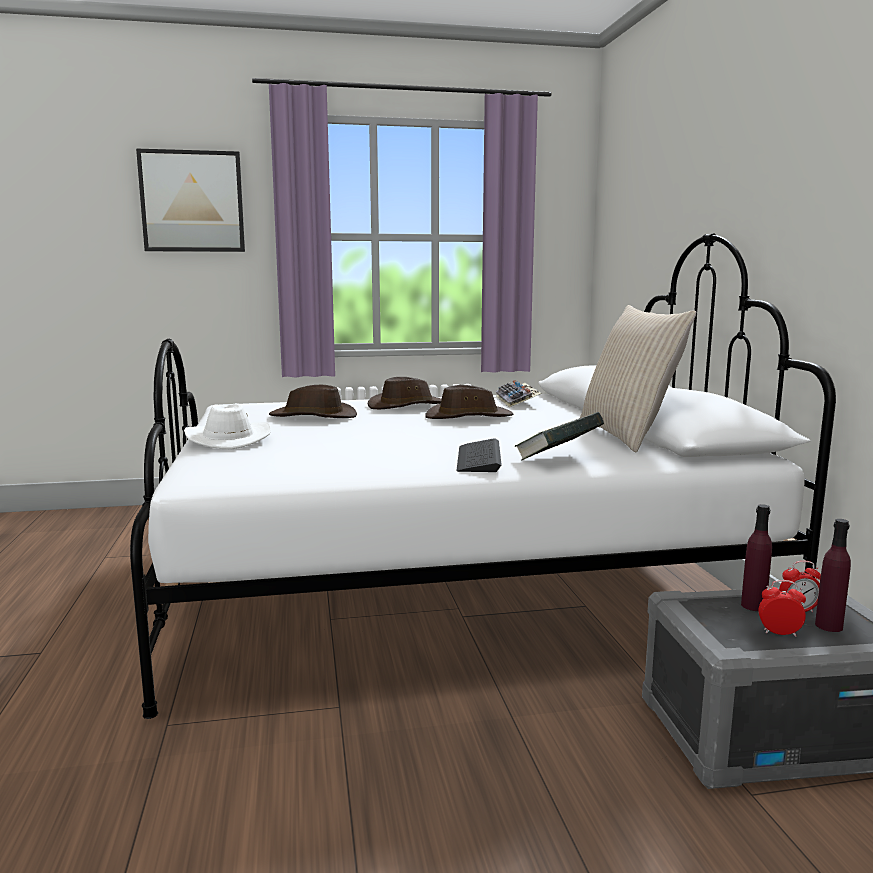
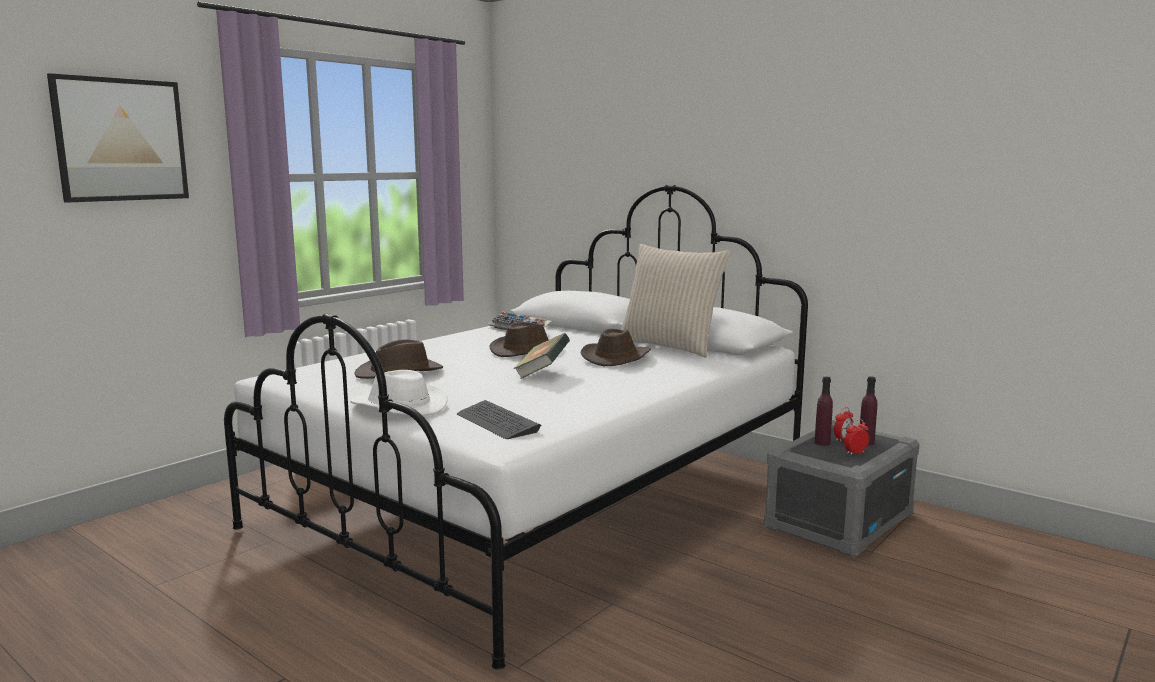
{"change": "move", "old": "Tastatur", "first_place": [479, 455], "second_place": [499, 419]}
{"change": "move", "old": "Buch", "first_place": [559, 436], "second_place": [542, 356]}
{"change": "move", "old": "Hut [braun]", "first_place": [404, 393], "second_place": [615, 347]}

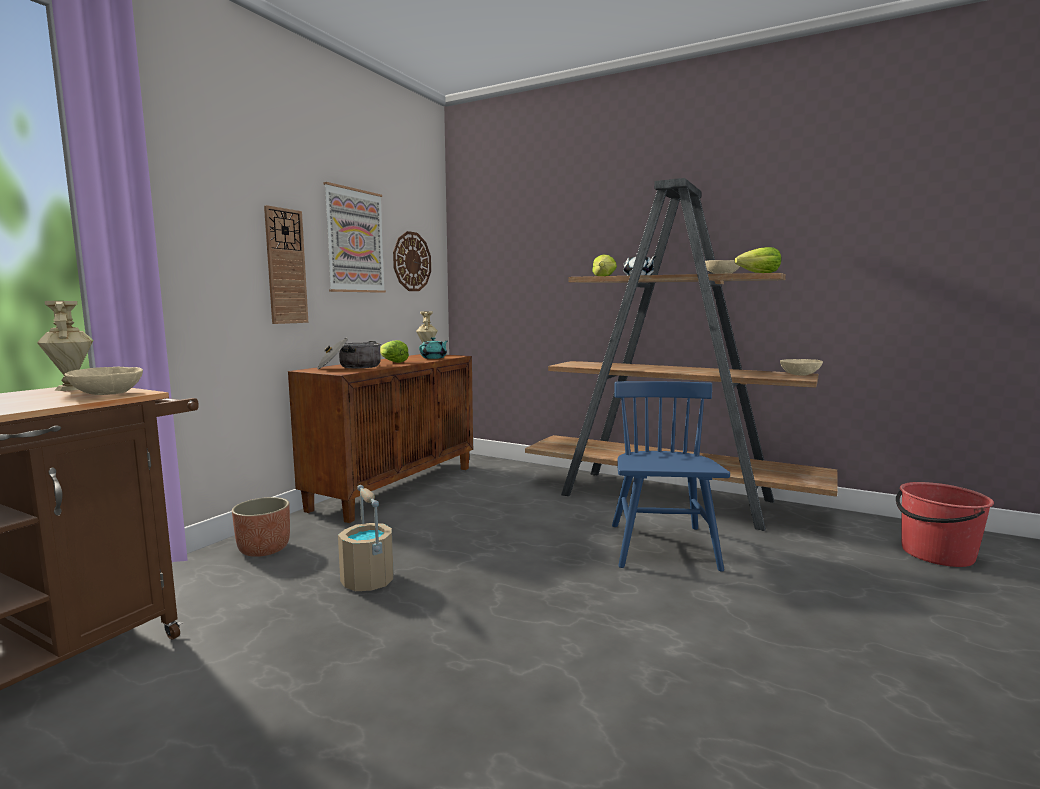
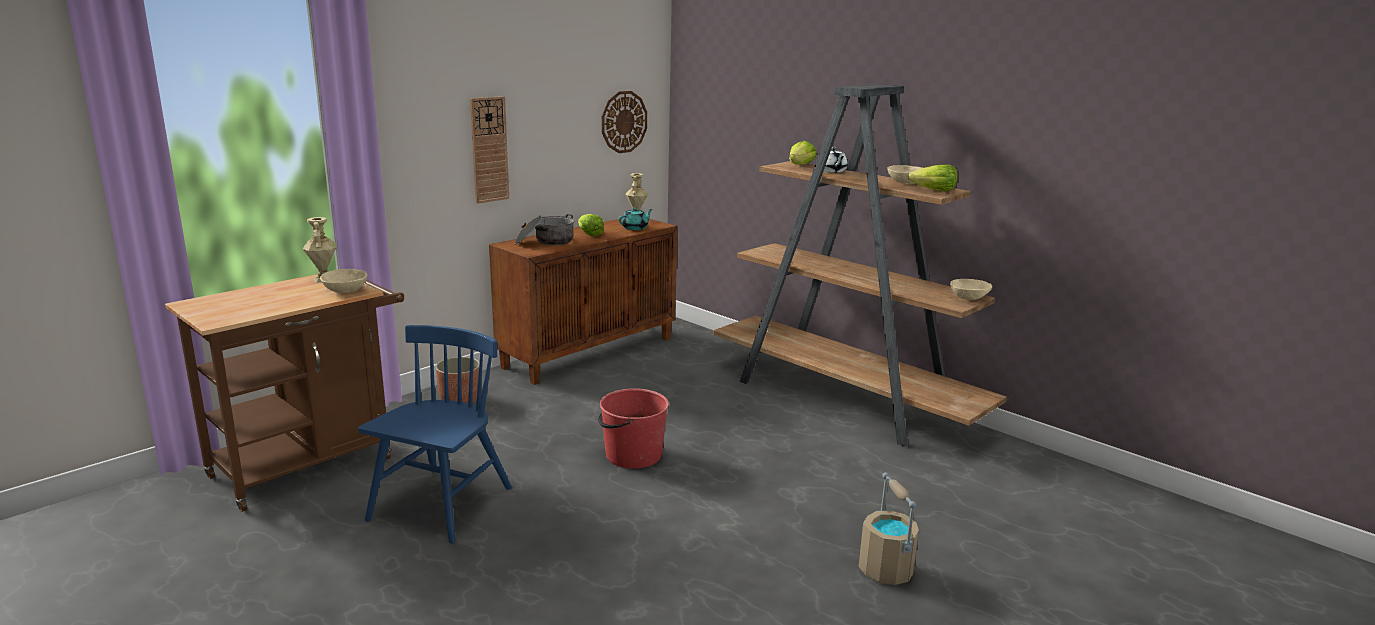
{"change": "move", "old": "Stuhl [blau]", "first_place": [671, 476], "second_place": [435, 434]}
{"change": "move", "old": "Eimer [rot]", "first_place": [945, 524], "second_place": [633, 428]}
{"change": "move", "old": "Eimer [beige]", "first_place": [366, 538], "second_place": [889, 528]}
{"change": "delete", "old": "Bild", "first_place": [354, 237]}

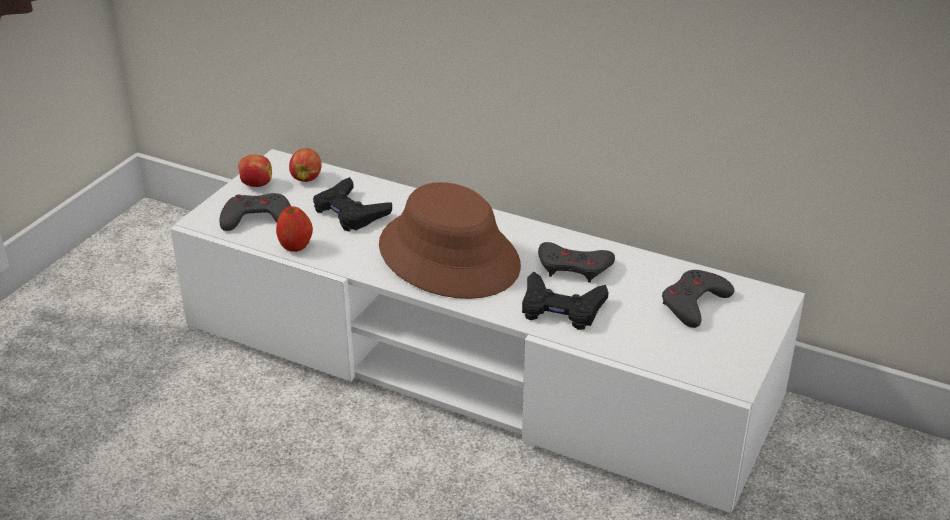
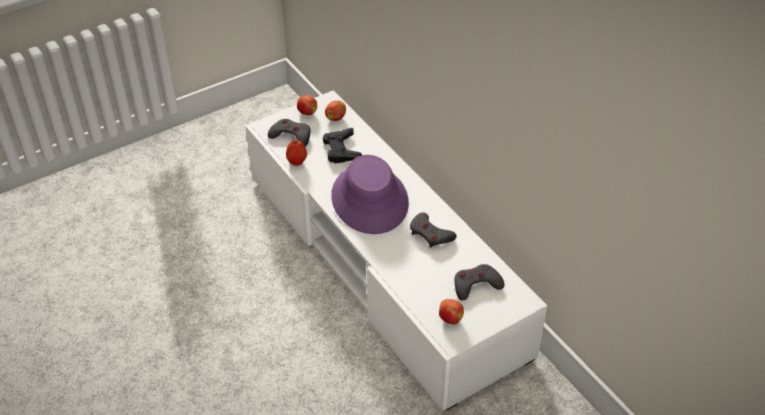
{"change": "recolor", "old": "Hut [braun]", "new": "Hut [lila]", "first_place": [450, 240], "second_place": [370, 194]}
{"change": "insert", "new": "Apfel", "second_place": [451, 311]}
{"change": "delete", "old": "Gamepad [schwarz]", "first_place": [565, 301]}

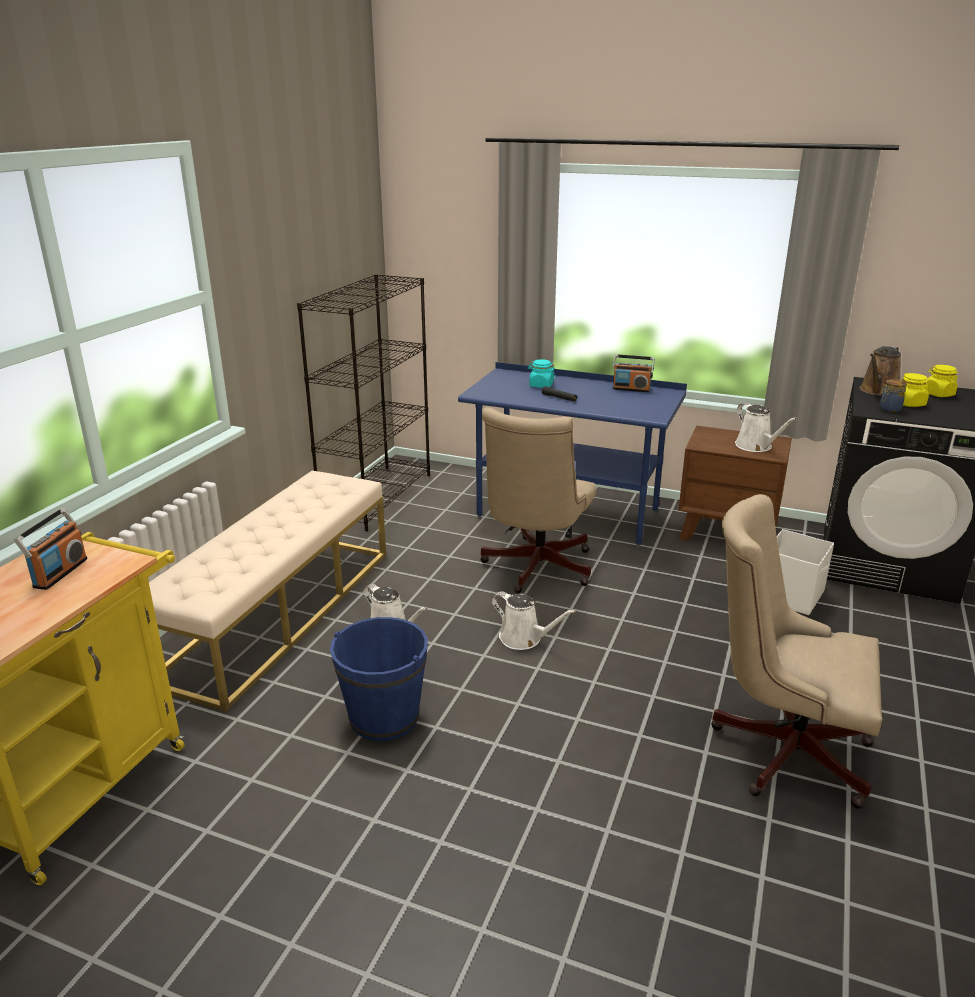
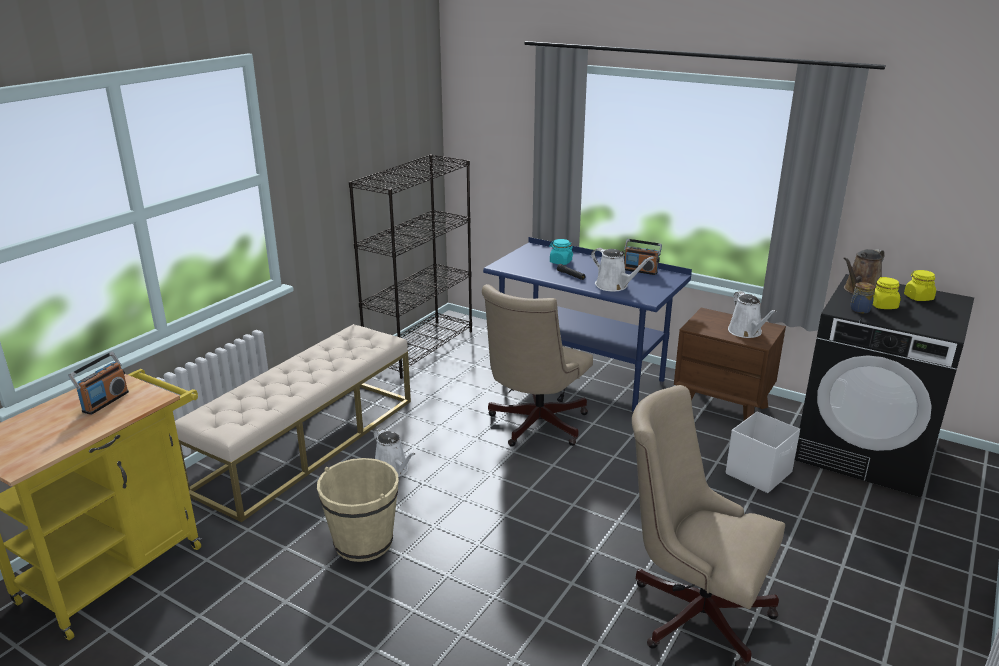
{"change": "recolor", "old": "Eimer [blau]", "new": "Eimer [beige]", "first_place": [379, 679], "second_place": [358, 510]}
{"change": "move", "old": "Gießkanne [weiß]", "first_place": [534, 620], "second_place": [622, 269]}

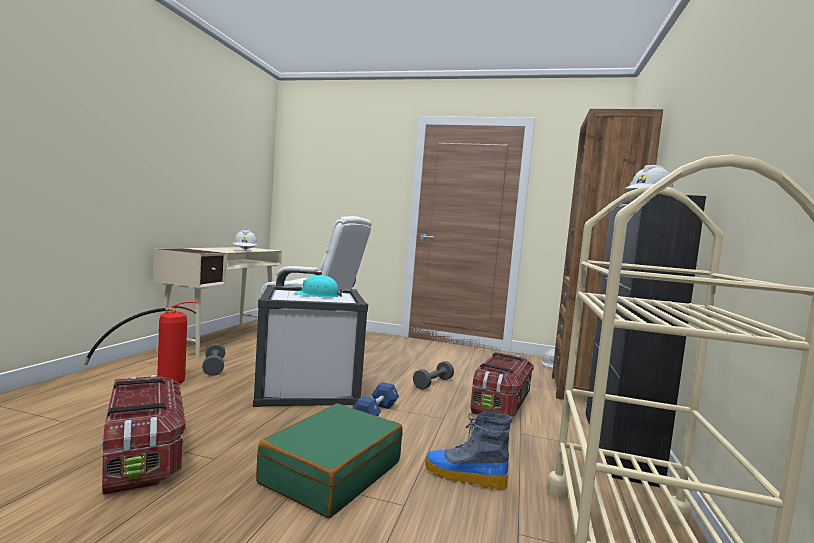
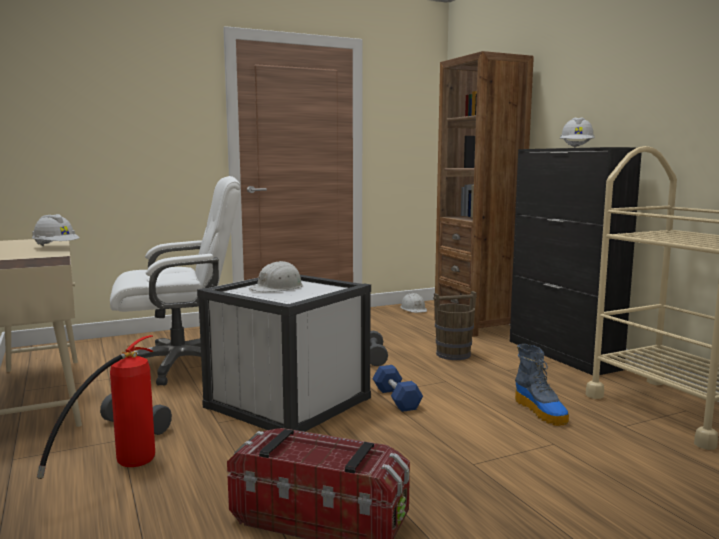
{"change": "recolor", "old": "Schutzhelm [türkis]", "new": "Schutzhelm [weiß]", "first_place": [319, 286], "second_place": [276, 276]}
{"change": "replace", "old": "Aufbewahrungsbox", "new": "Eimer [braun]", "first_place": [502, 384], "second_place": [455, 325]}
{"change": "rotate", "old": "Stiefel", "first_place": [468, 450], "second_place": [542, 385], "degrees": -90}
{"change": "delete", "old": "Koffer [grün]", "first_place": [329, 461]}

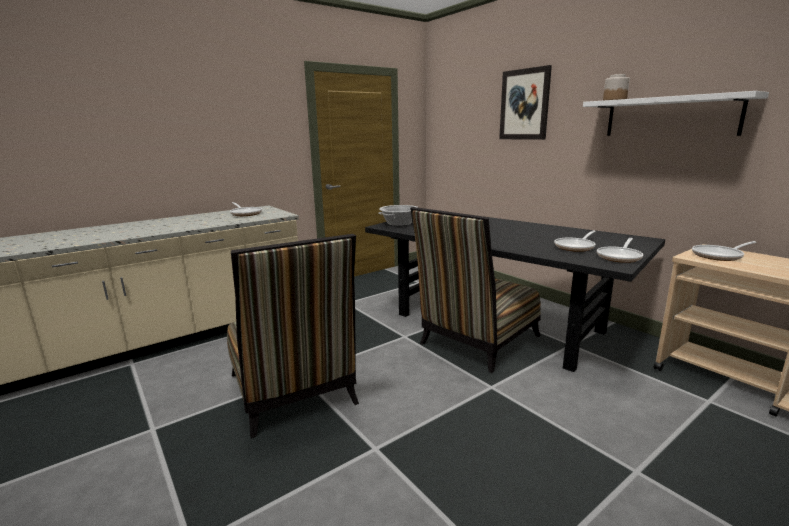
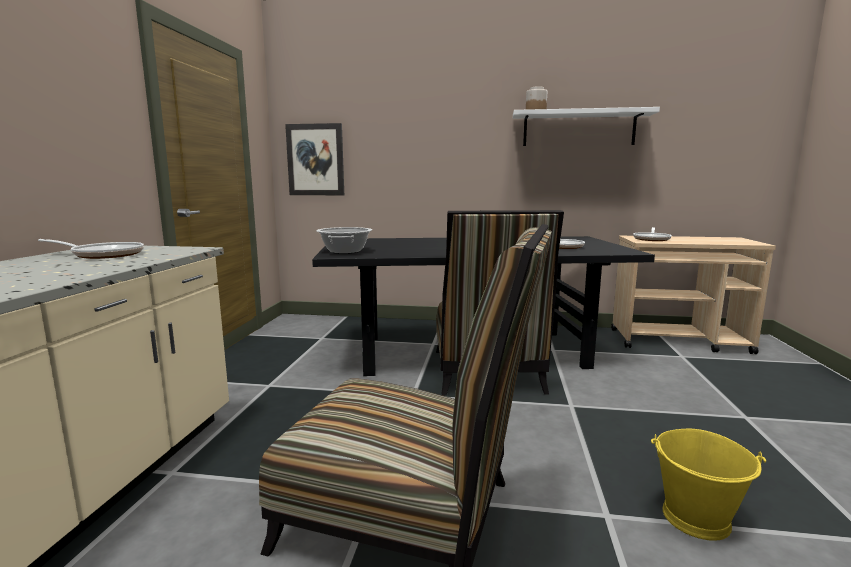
{"change": "move", "old": "Bild", "first_place": [525, 102], "second_place": [314, 159]}
{"change": "insert", "new": "Eimer [gelb]", "second_place": [708, 484]}
{"change": "delete", "old": "Pfanne", "first_place": [620, 250]}

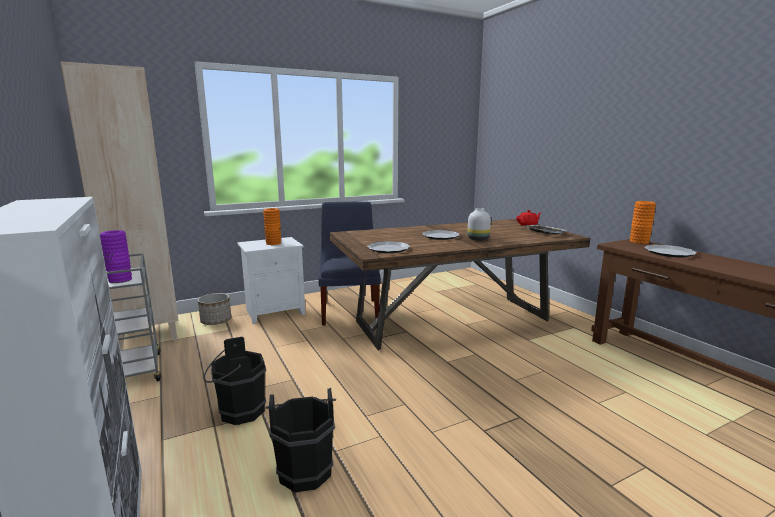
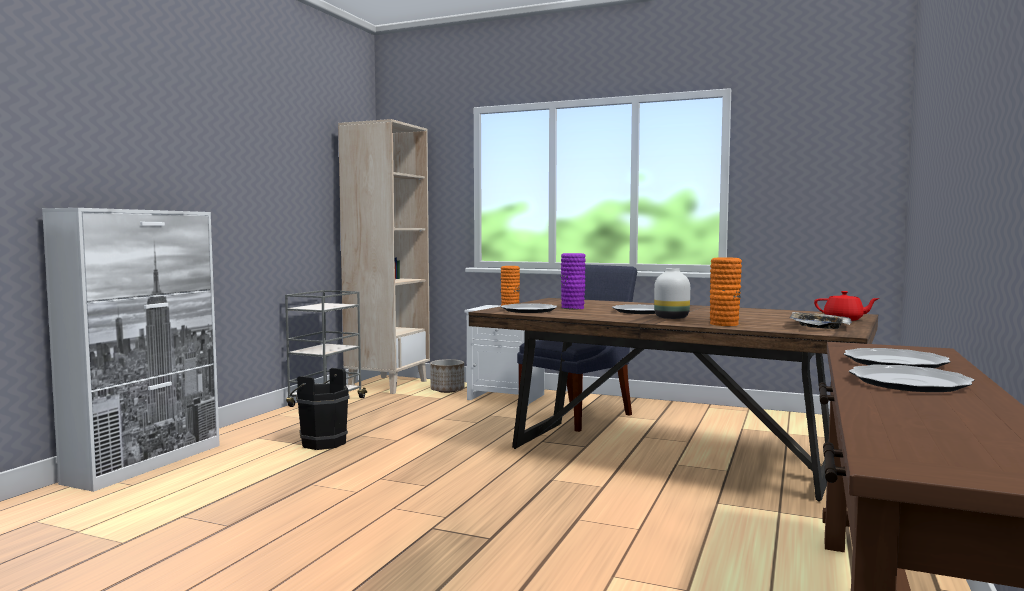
{"change": "move", "old": "Vase [lila]", "first_place": [116, 256], "second_place": [573, 281]}
{"change": "move", "old": "Vase [orange]", "first_place": [643, 222], "second_place": [726, 291]}
{"change": "insert", "new": "Teller", "second_place": [912, 378]}
{"change": "delete", "old": "Eimer [schwarz]", "first_place": [301, 440]}

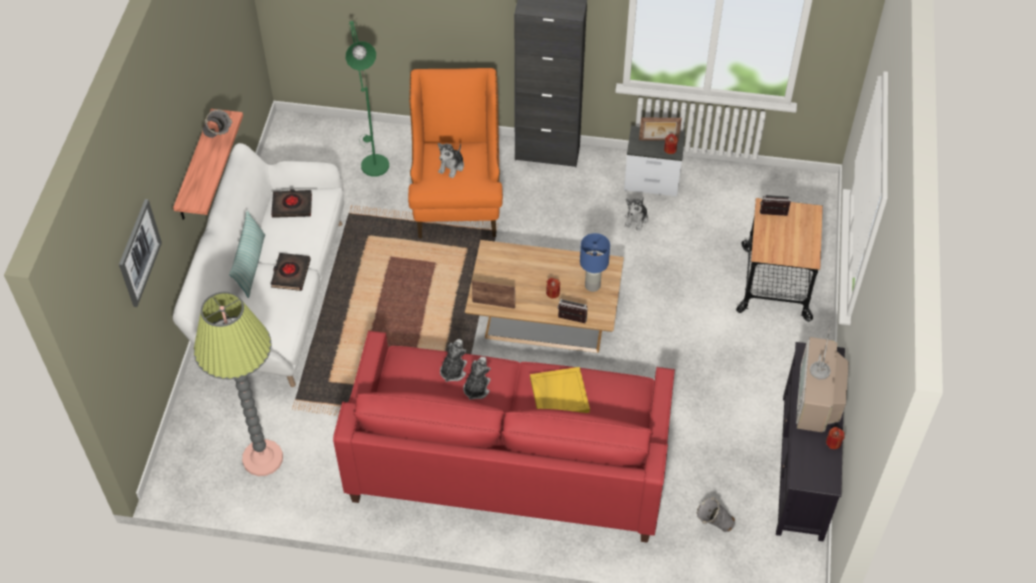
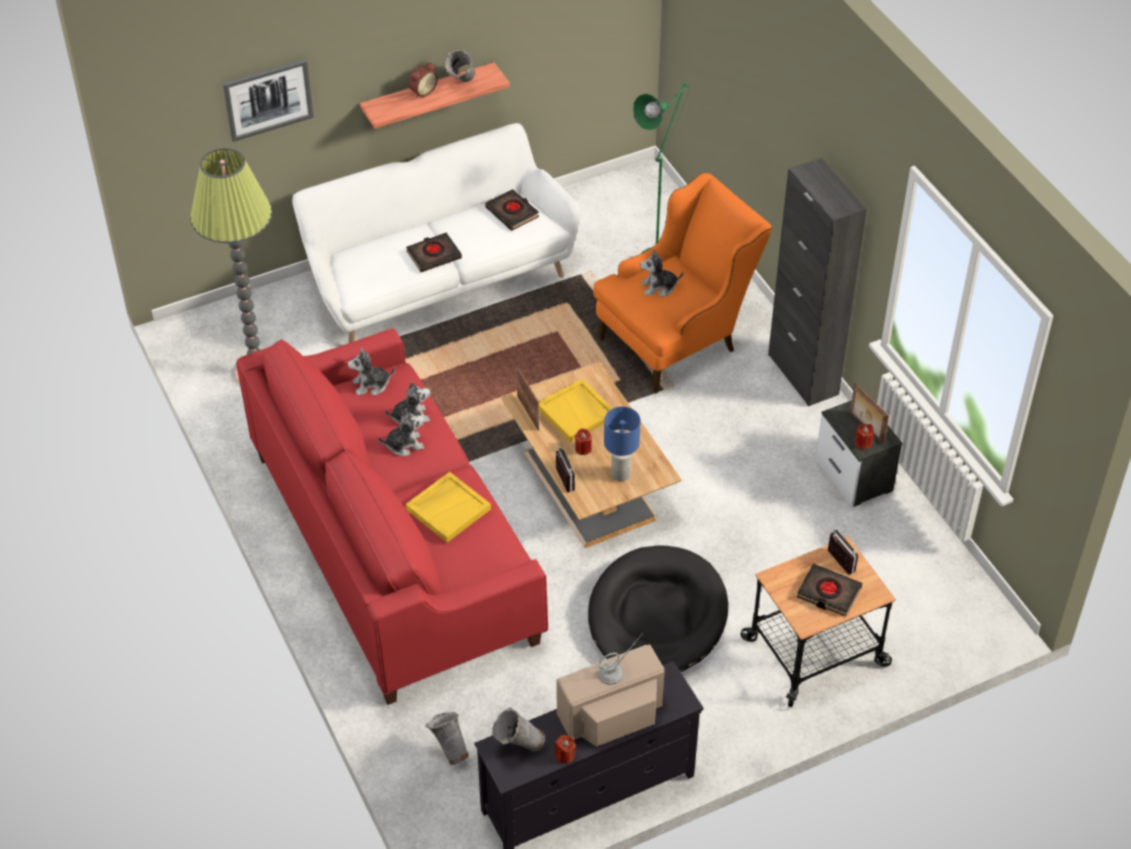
{"change": "move", "old": "Plüschtier", "first_place": [636, 214], "second_place": [371, 371]}
{"change": "insert", "new": "Wecker", "second_place": [423, 80]}
{"change": "insert", "new": "Vase [grau]", "second_place": [518, 729]}
{"change": "insert", "new": "Tablett [gelb]", "second_place": [576, 410]}
{"change": "insert", "new": "Hundebett [schwarz]", "second_place": [658, 608]}
{"change": "insert", "new": "Buch [schwarz]", "second_place": [829, 590]}
{"change": "delete", "old": "Kissen", "first_place": [247, 254]}

